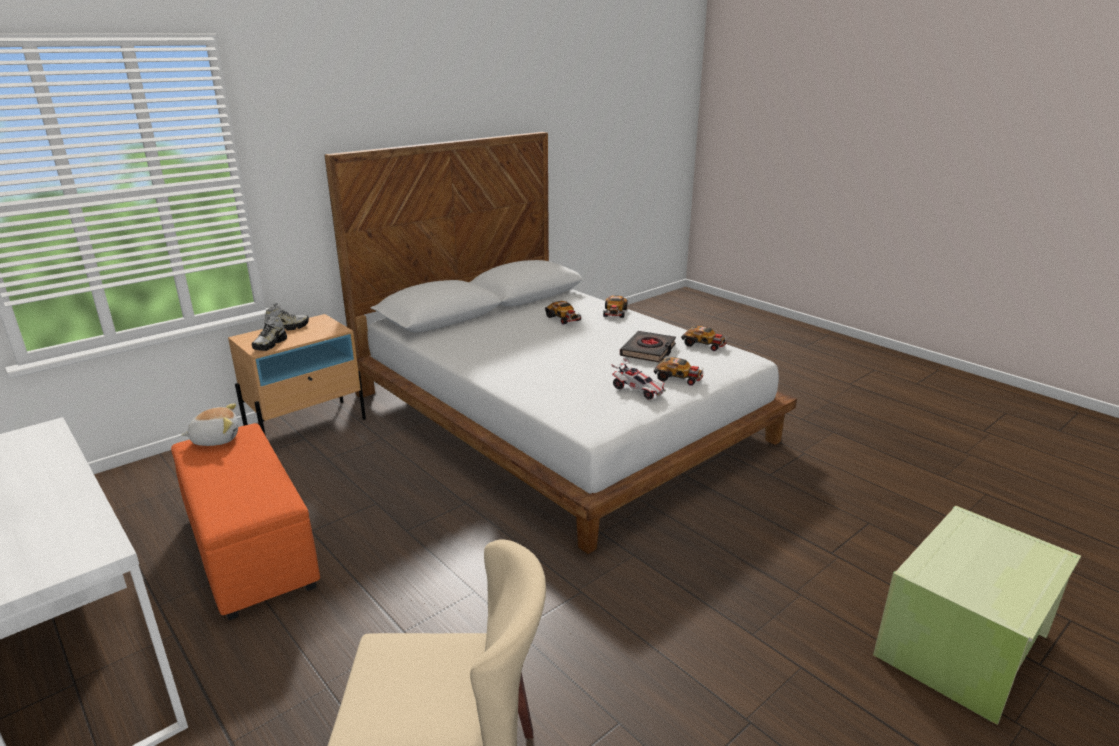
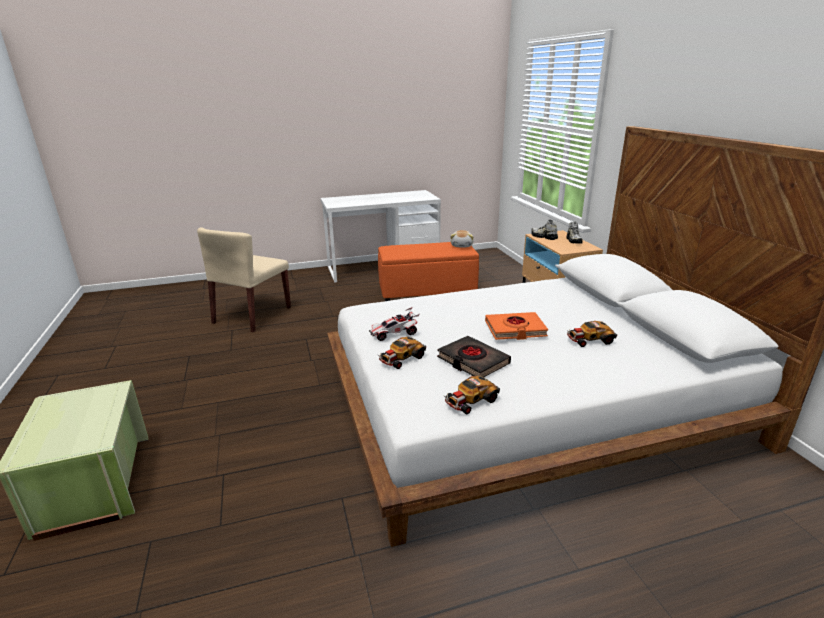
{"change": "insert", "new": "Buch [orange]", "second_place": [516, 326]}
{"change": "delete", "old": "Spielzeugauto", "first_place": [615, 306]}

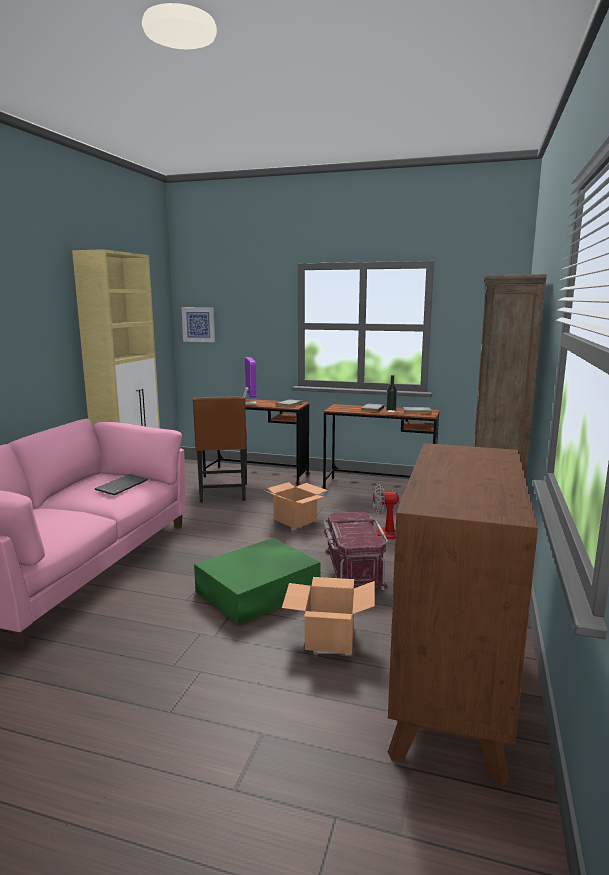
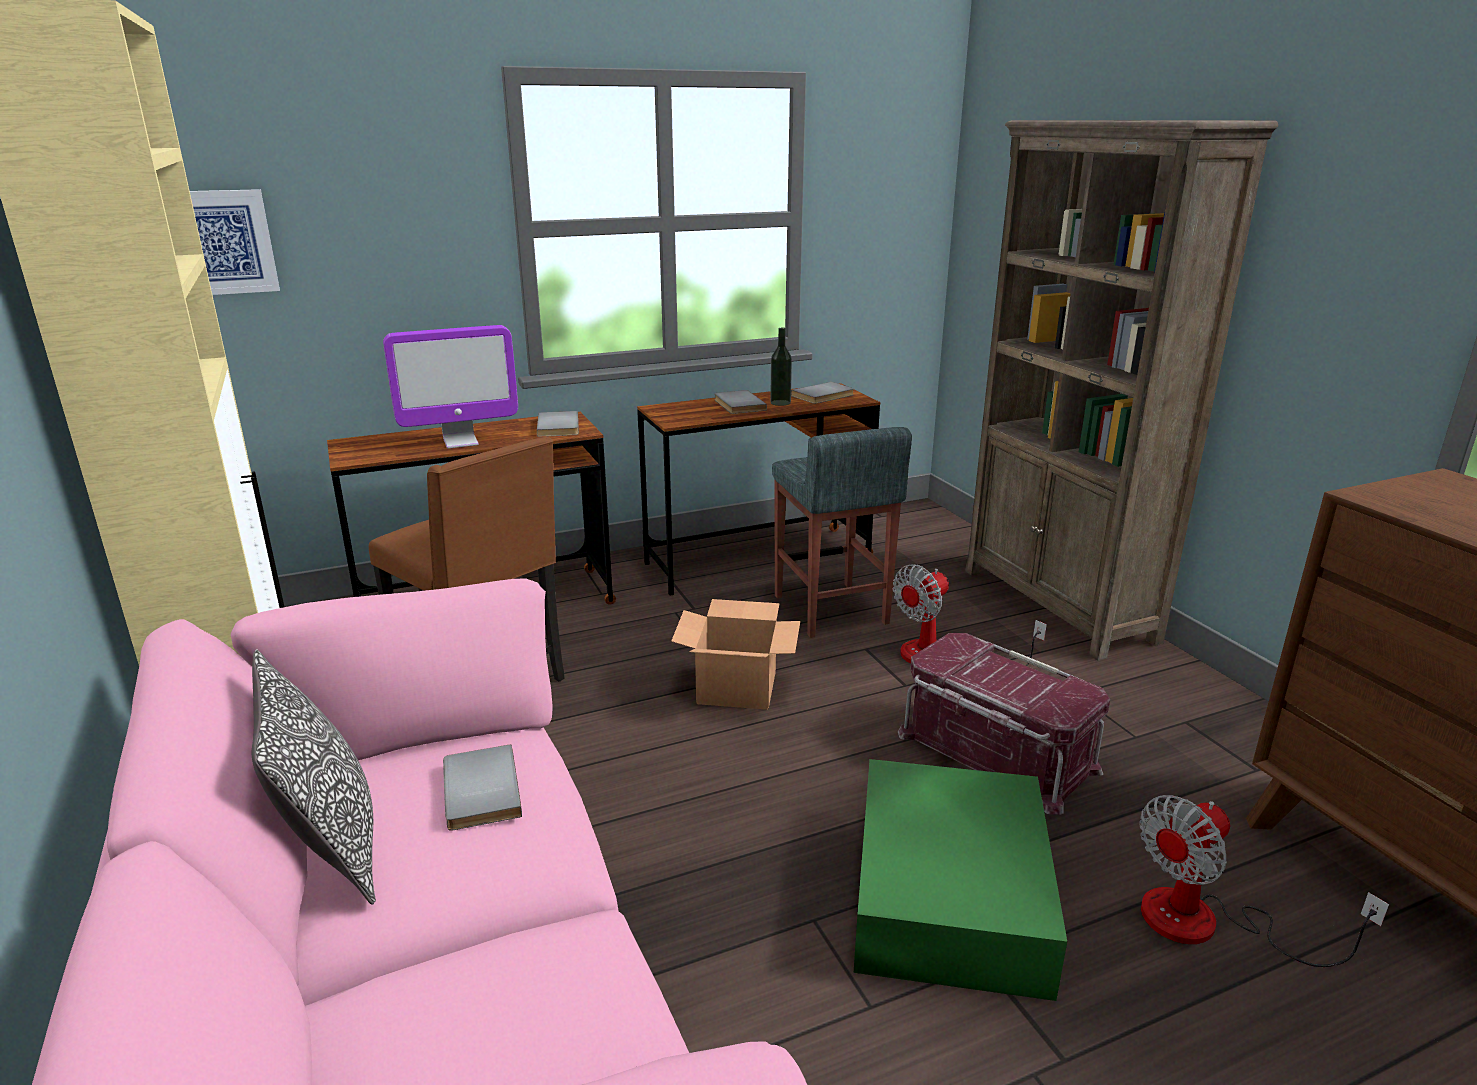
{"change": "insert", "new": "Kissen", "second_place": [314, 776]}
{"change": "rotate", "old": "Monitor", "first_place": [250, 381], "second_place": [450, 387], "degrees": 120}
{"change": "replace", "old": "Tastatur", "new": "Buch [grau]", "first_place": [121, 484], "second_place": [482, 788]}
{"change": "insert", "new": "Hocker [grau]", "second_place": [842, 532]}
{"change": "replace", "old": "Karton", "new": "Ventilator", "first_place": [328, 615], "second_place": [1264, 881]}

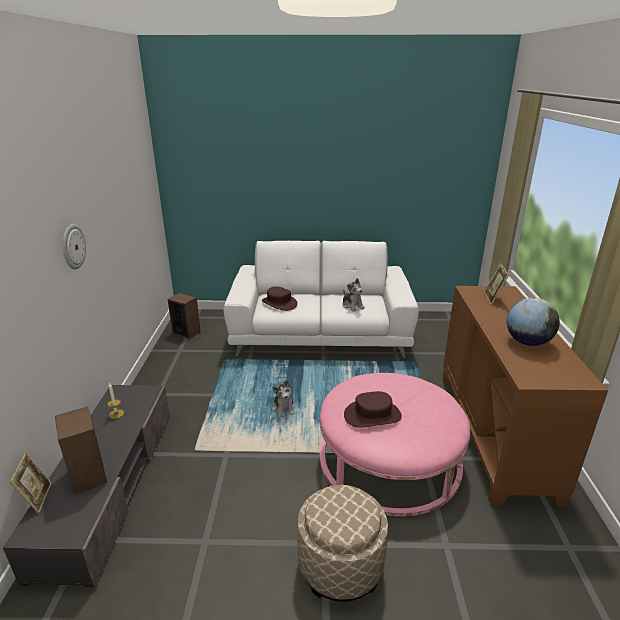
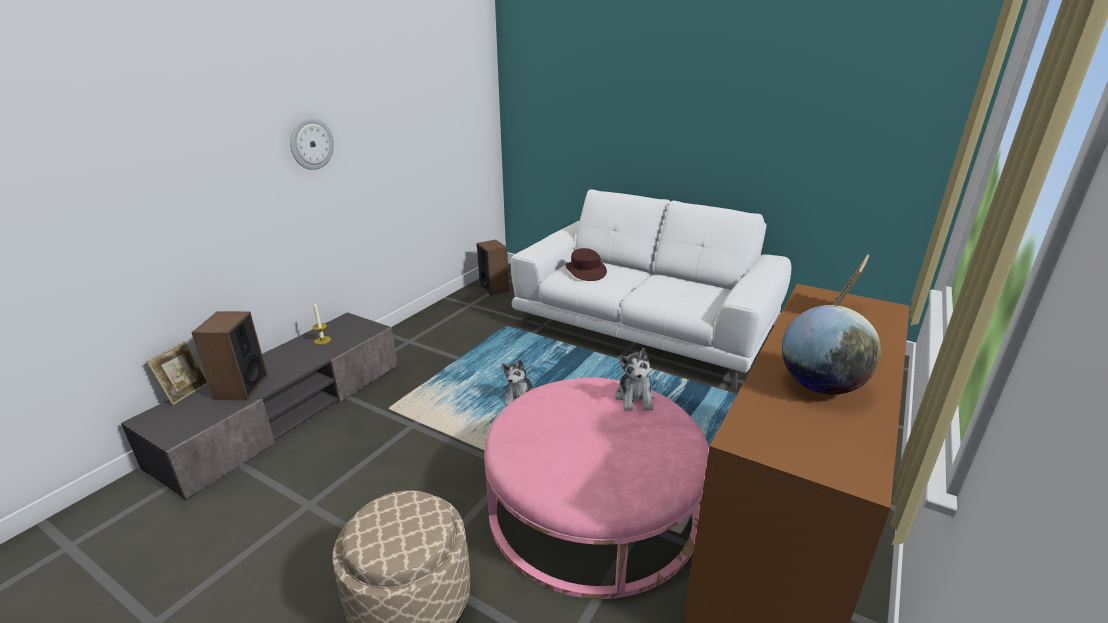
{"change": "move", "old": "Plüschtier", "first_place": [354, 295], "second_place": [635, 379]}
{"change": "delete", "old": "Hut [braun]", "first_place": [373, 409]}

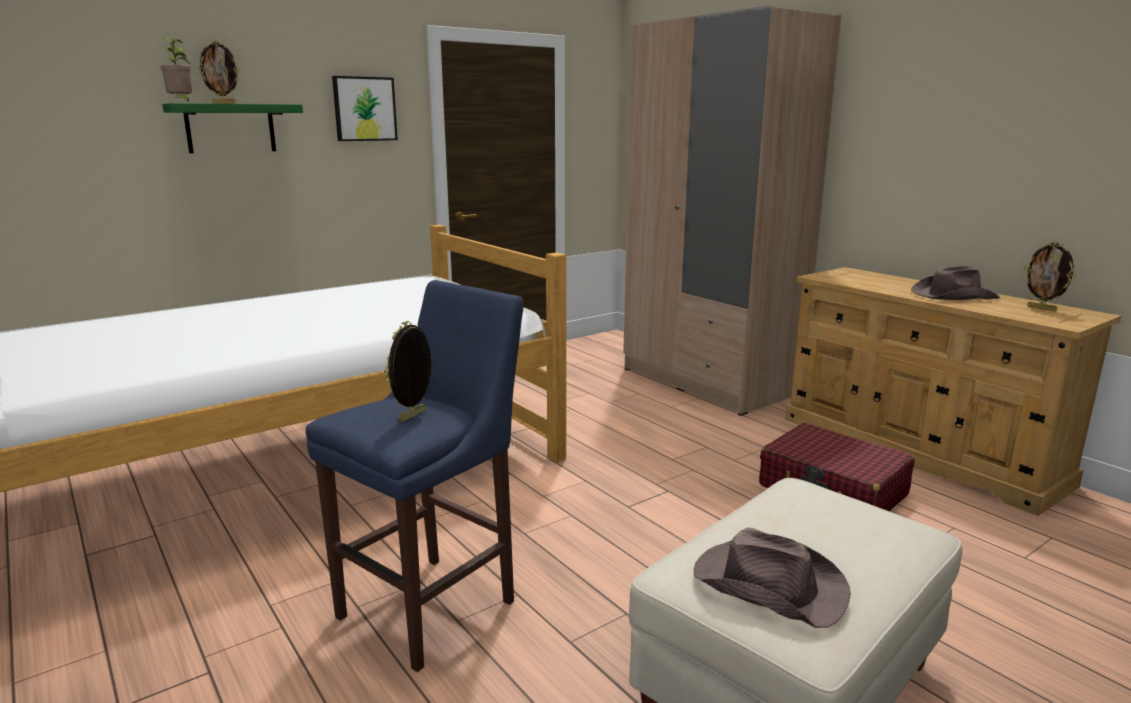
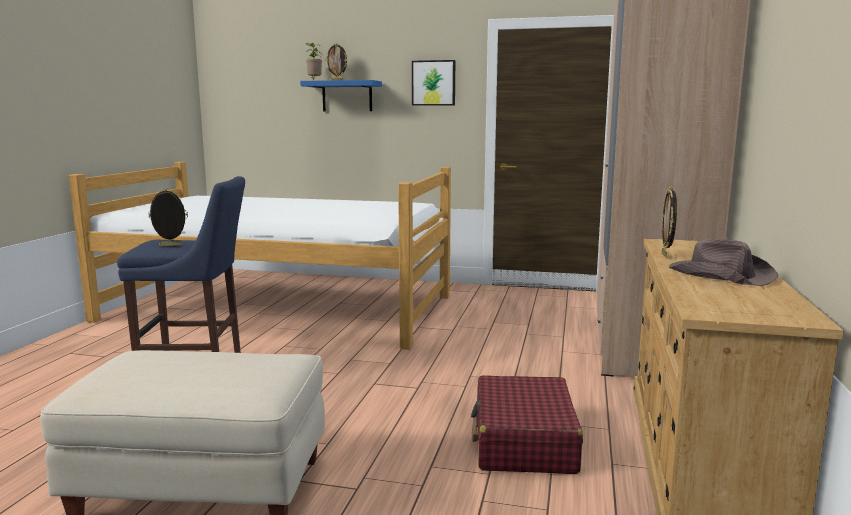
{"change": "recolor", "old": "Wandregal [grün]", "new": "Wandregal [blau]", "first_place": [232, 128], "second_place": [341, 95]}
{"change": "move", "old": "Bilderrahmen", "first_place": [1049, 275], "second_place": [669, 222]}
{"change": "delete", "old": "Hut [braun]", "first_place": [772, 577]}

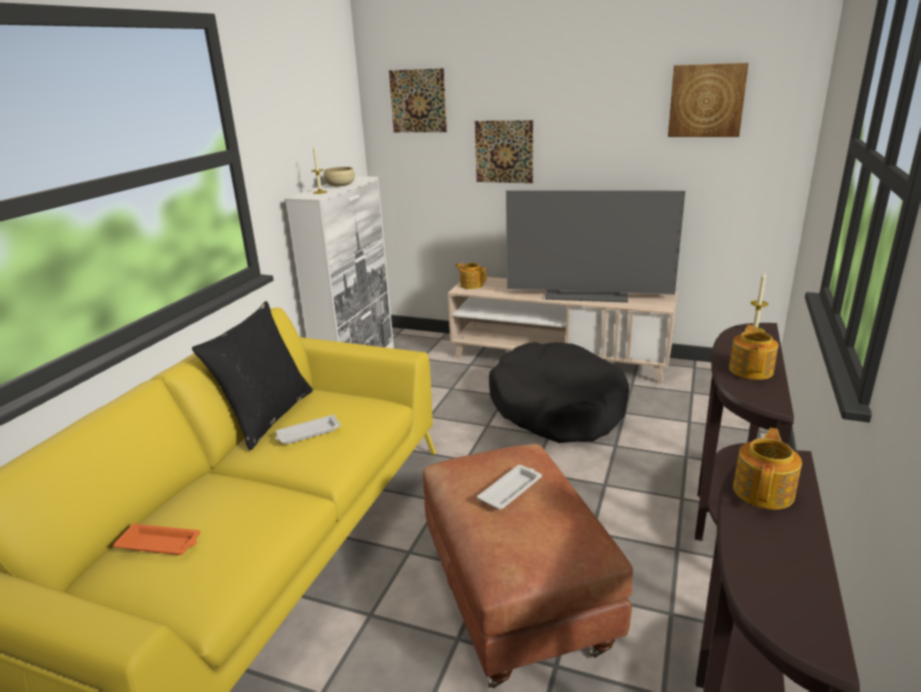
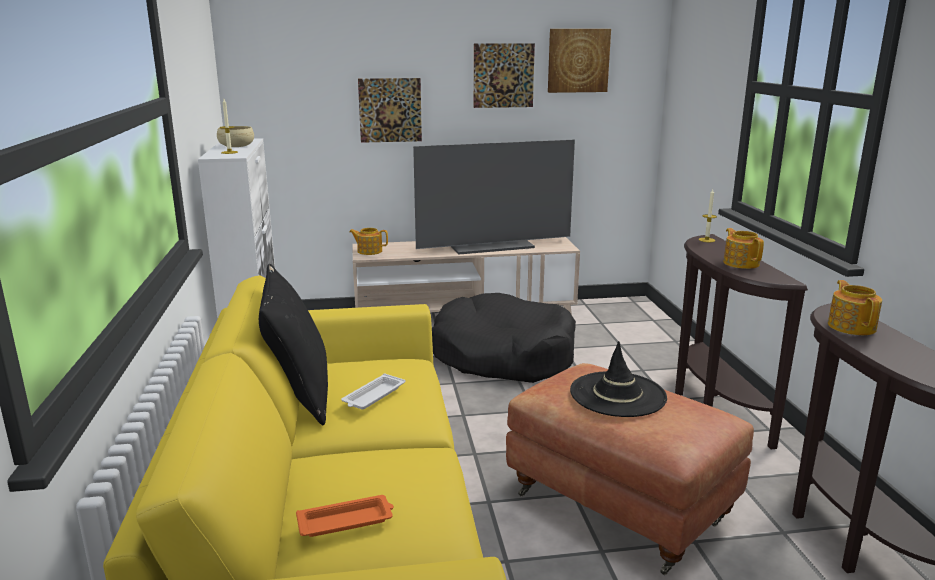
{"change": "move", "old": "Bild", "first_place": [418, 100], "second_place": [504, 75]}
{"change": "replace", "old": "Tablett [weiß]", "new": "Hut [schwarz]", "first_place": [509, 487], "second_place": [618, 379]}

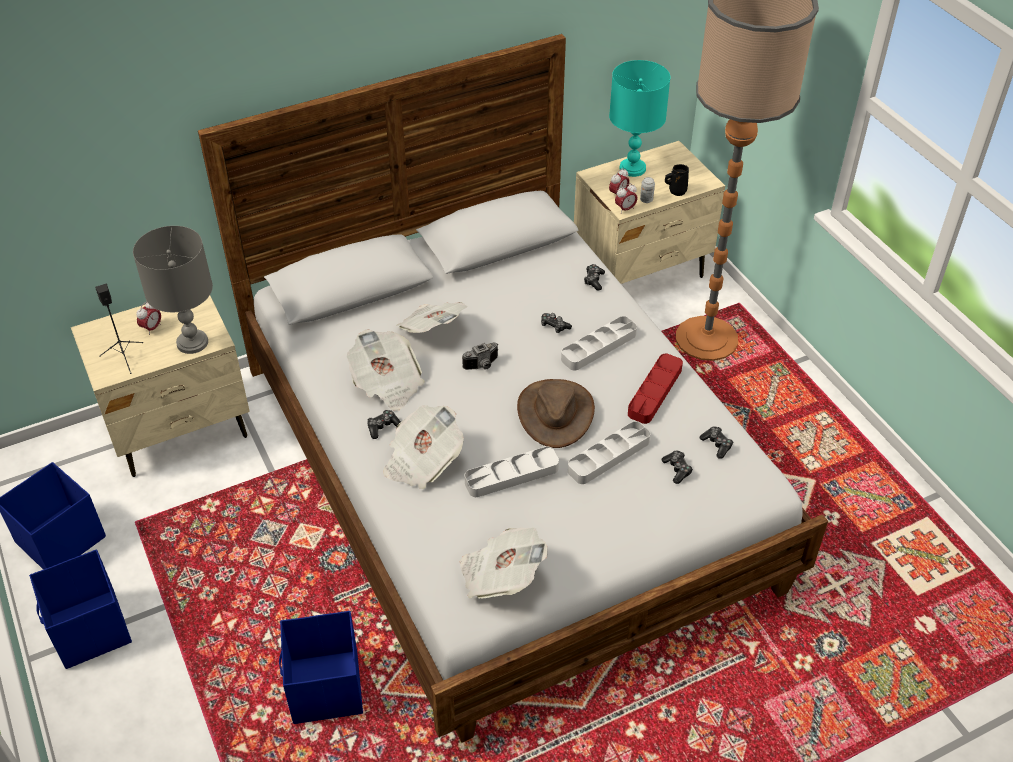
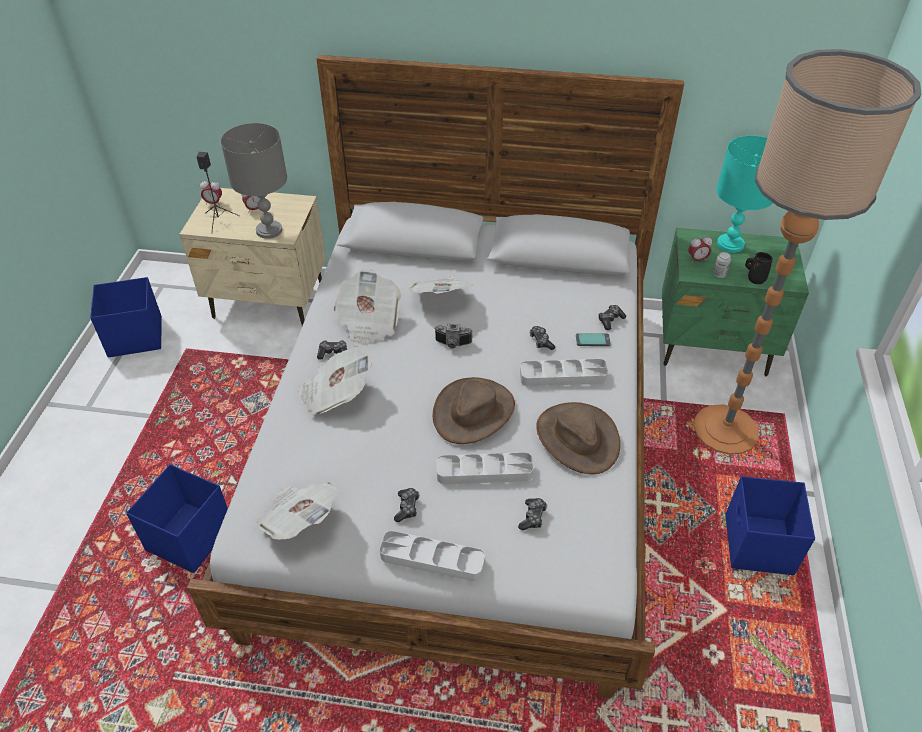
{"change": "move", "old": "Wecker", "first_place": [626, 198], "second_place": [211, 192]}
{"change": "move", "old": "Tablett [grau]", "first_place": [512, 472], "second_place": [432, 556]}
{"change": "move", "old": "Gamepad", "first_place": [716, 442], "second_place": [406, 505]}
{"change": "replace", "old": "Tablett [rot]", "new": "Hut [braun]", "first_place": [655, 389], "second_place": [578, 438]}
{"change": "insert", "new": "Handy", "second_place": [593, 339]}
{"change": "recolor", "old": "Nachttisch [beige]", "new": "Nachttisch [grün]", "first_place": [649, 212], "second_place": [735, 302]}
{"change": "move", "old": "Aufbewahrungsbox [blau]", "first_place": [80, 609], "second_place": [770, 525]}

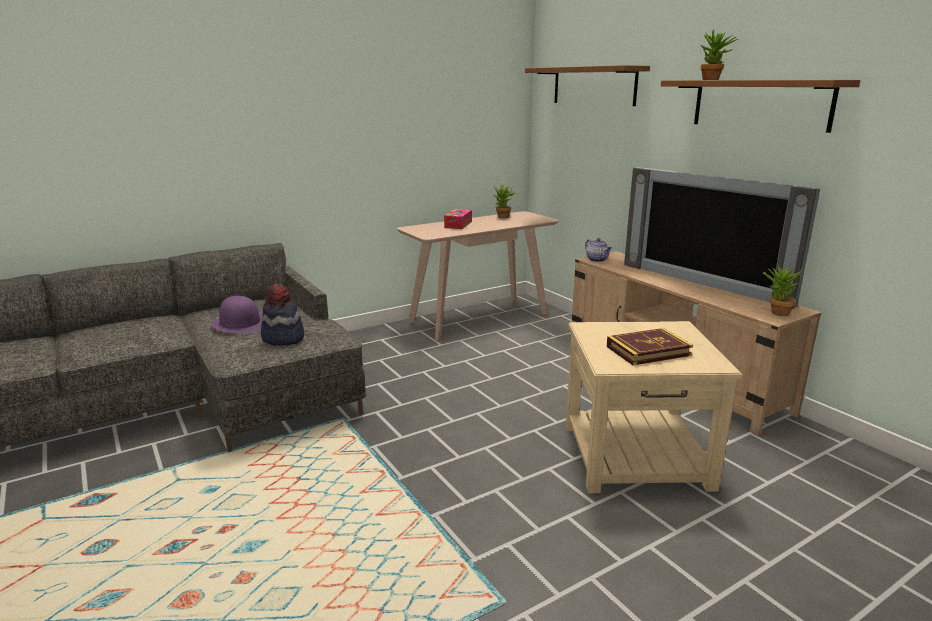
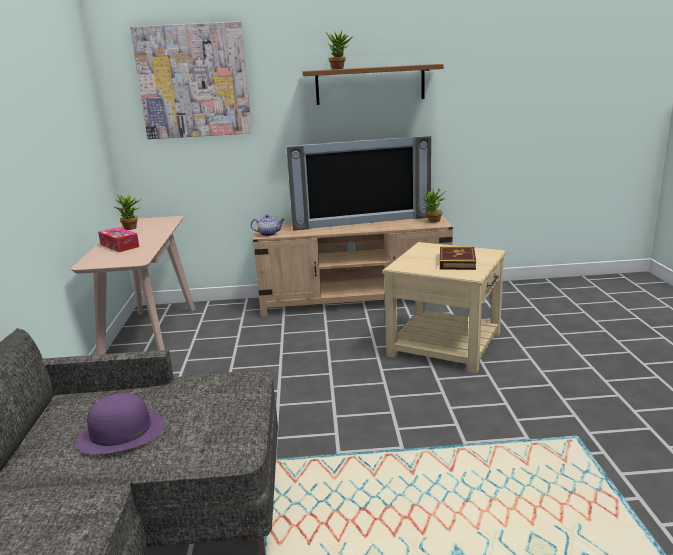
{"change": "replace", "old": "Wandregal [braun]", "new": "Bild", "first_place": [587, 85], "second_place": [191, 80]}
{"change": "delete", "old": "Hut", "first_place": [282, 314]}

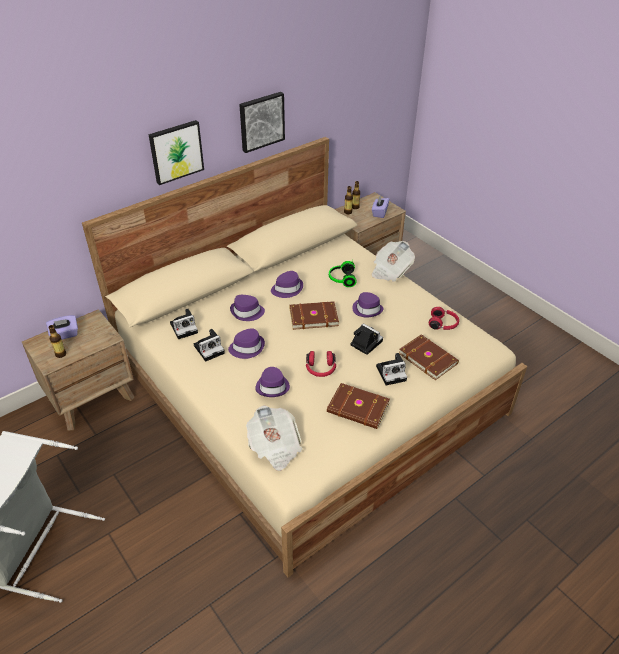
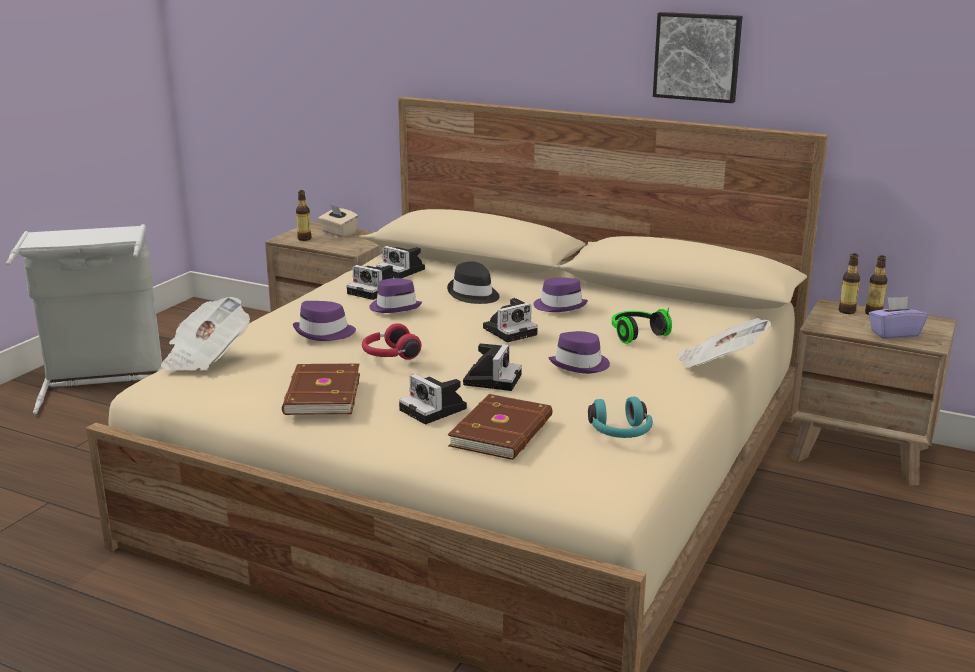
{"change": "recolor", "old": "Taschentuchbox [lila]", "new": "Taschentuchbox [beige]", "first_place": [62, 327], "second_place": [338, 220]}
{"change": "recolor", "old": "Hut [lila]", "new": "Hut [schwarz]", "first_place": [247, 308], "second_place": [473, 282]}
{"change": "replace", "old": "Buch [braun]", "new": "Kamera", "first_place": [314, 315], "second_place": [510, 320]}
{"change": "recolor", "old": "Kopfhörer [rot]", "new": "Kopfhörer [türkis]", "first_place": [444, 318], "second_place": [620, 417]}
{"change": "delete", "old": "Bild", "first_place": [176, 152]}

